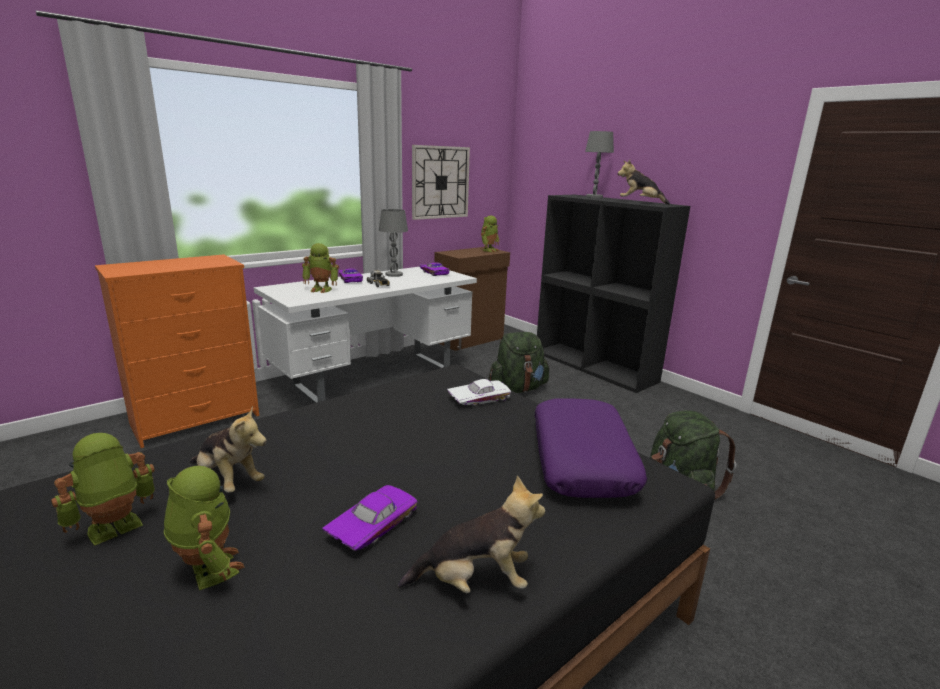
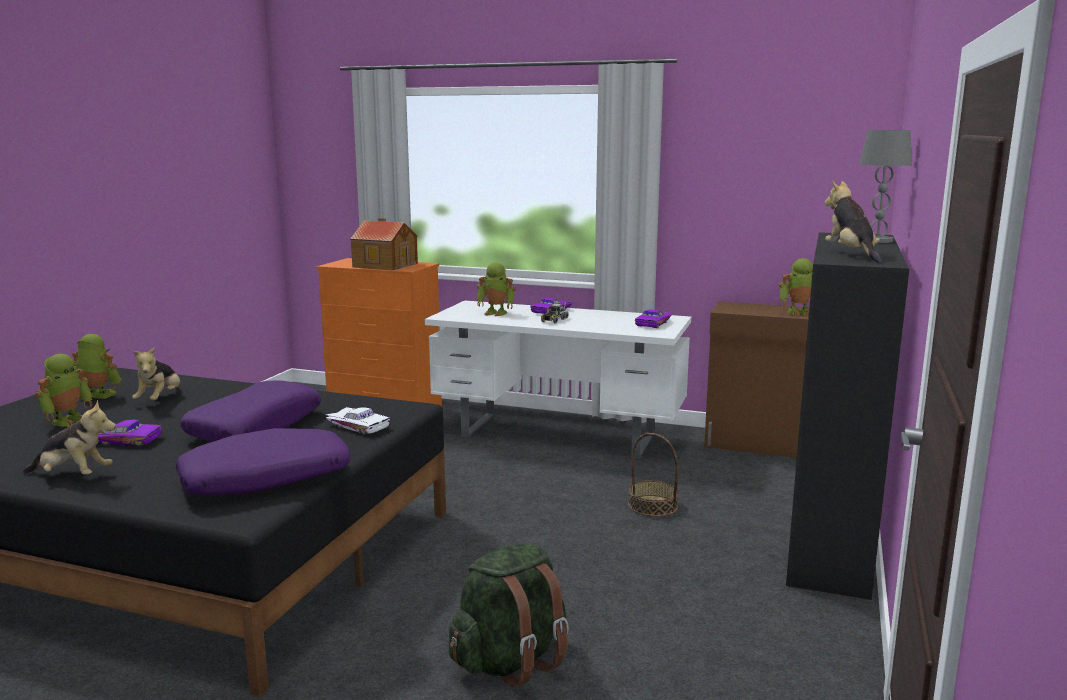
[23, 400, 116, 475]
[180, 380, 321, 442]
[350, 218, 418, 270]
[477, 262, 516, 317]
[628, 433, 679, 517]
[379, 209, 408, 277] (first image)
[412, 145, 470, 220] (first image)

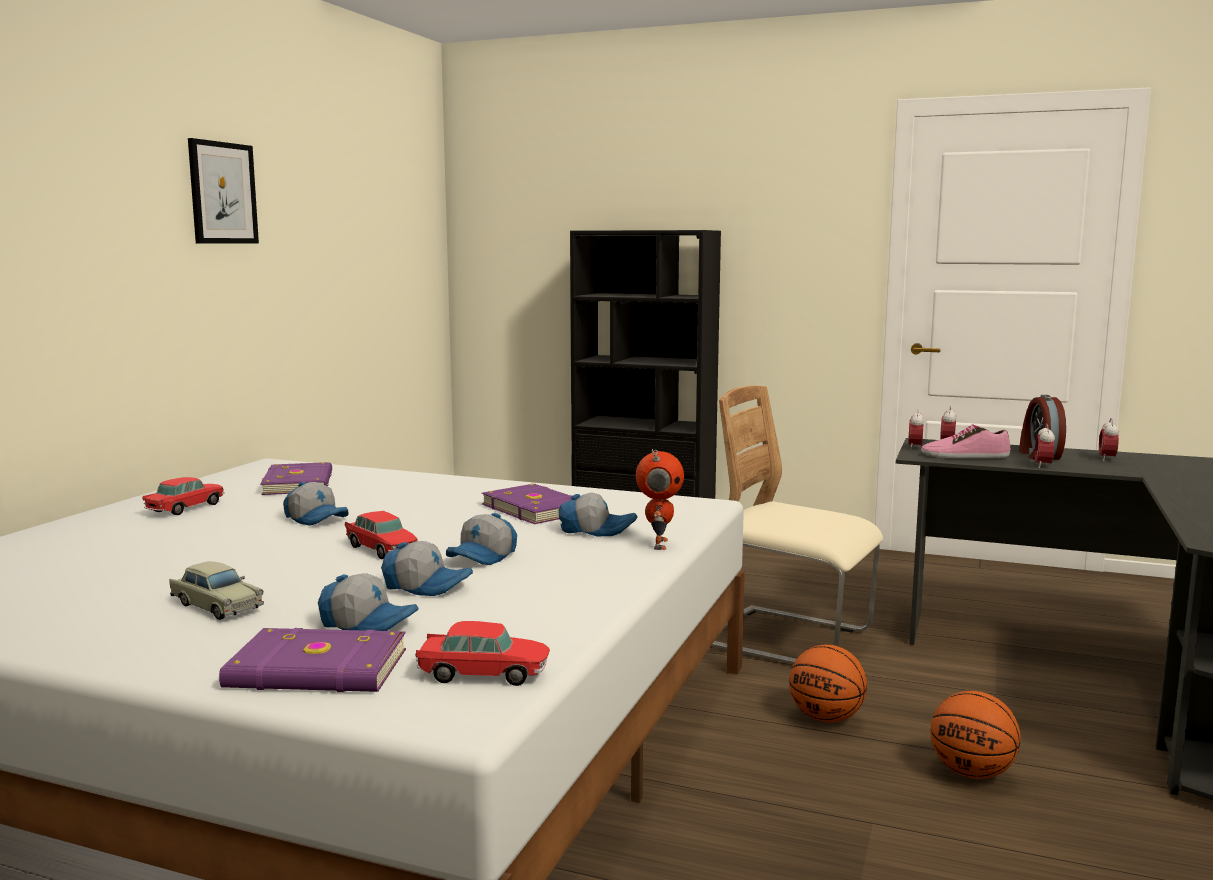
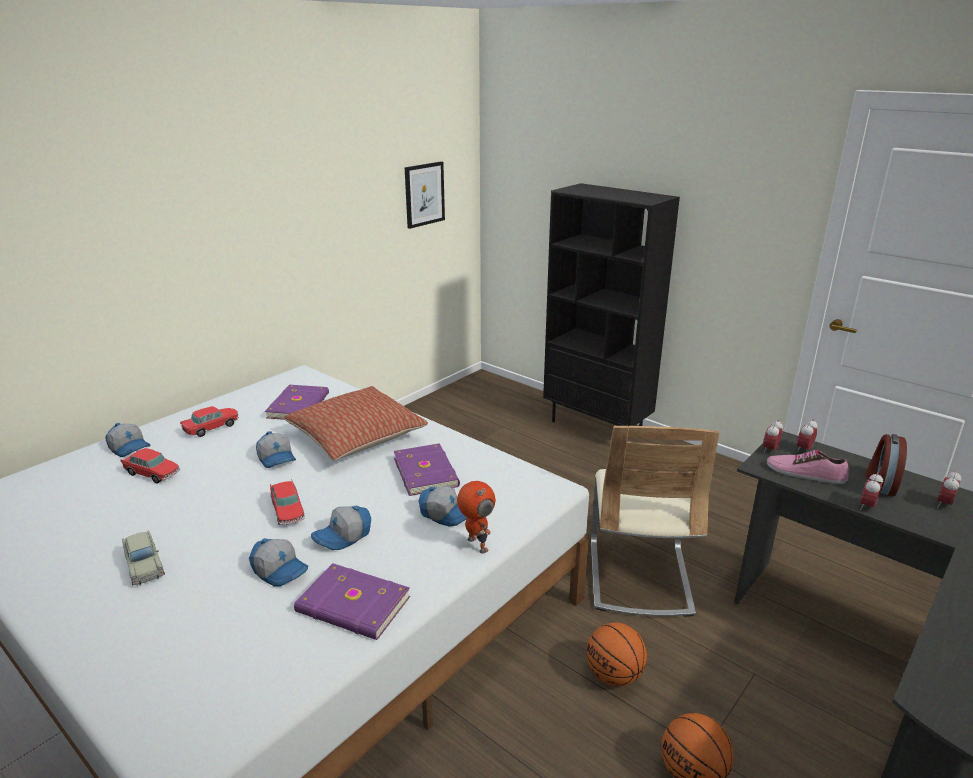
[106, 423, 151, 457]
[120, 448, 180, 484]
[284, 386, 428, 461]
[294, 563, 410, 640]
[405, 161, 445, 229]
[457, 481, 495, 554]
[591, 426, 719, 617]

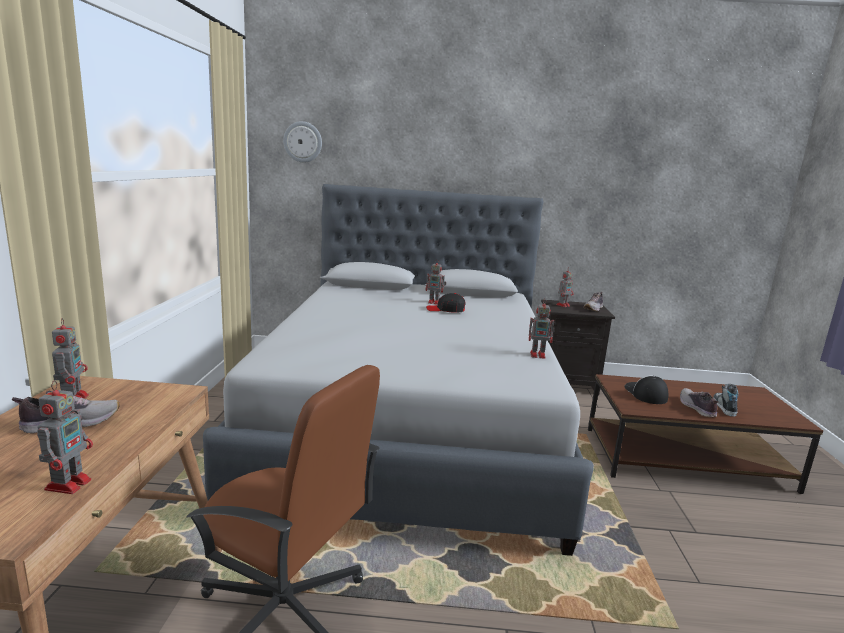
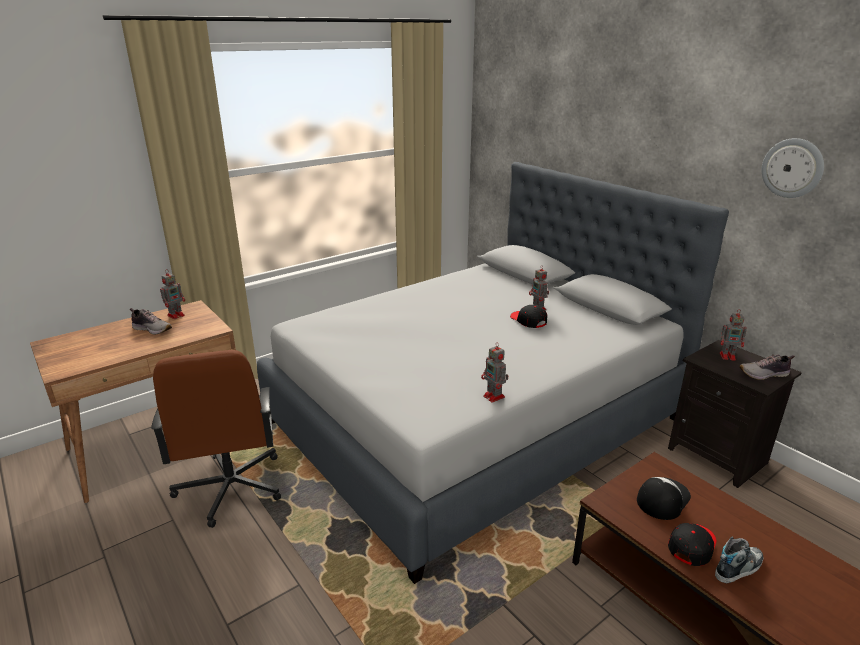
[668, 523, 716, 566]
[761, 138, 824, 198]
[37, 381, 93, 494] (first image)

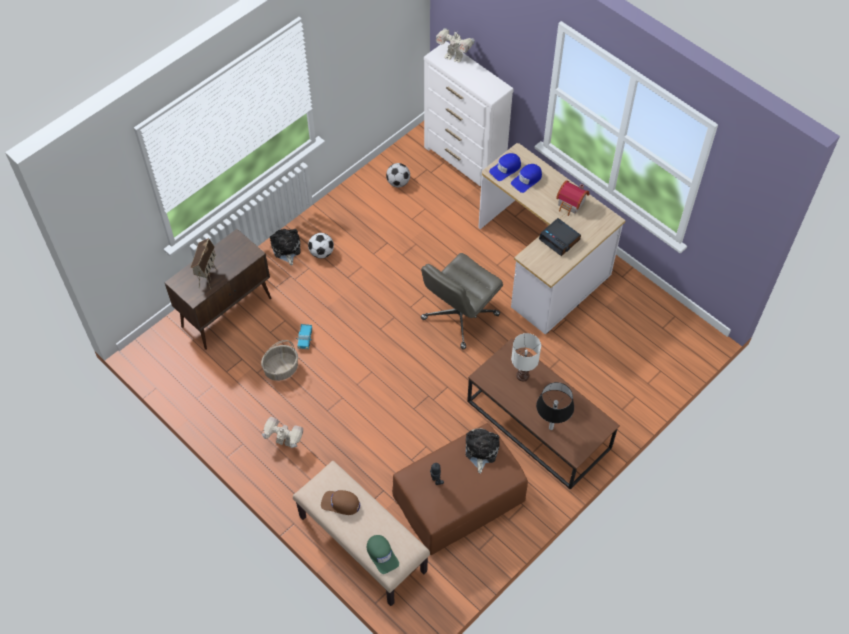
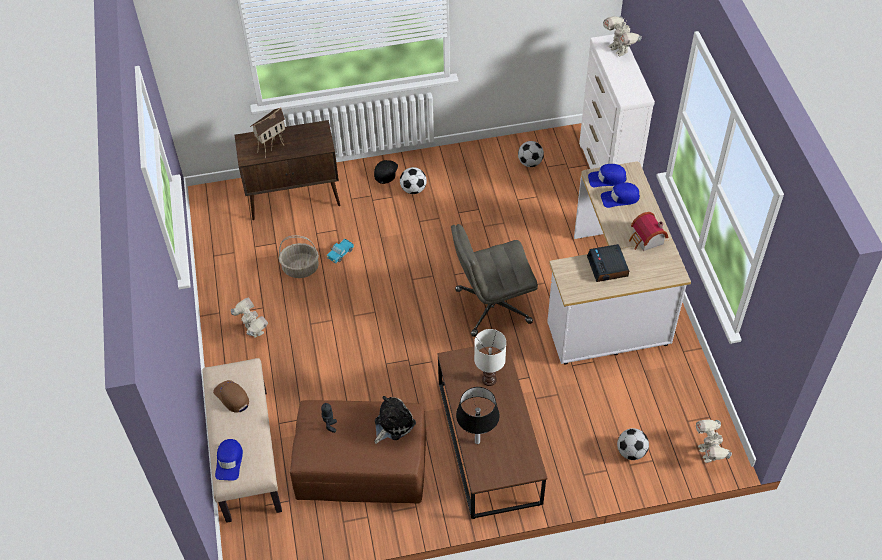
[215, 439, 243, 481]
[374, 160, 398, 184]
[617, 428, 649, 460]
[696, 420, 732, 463]

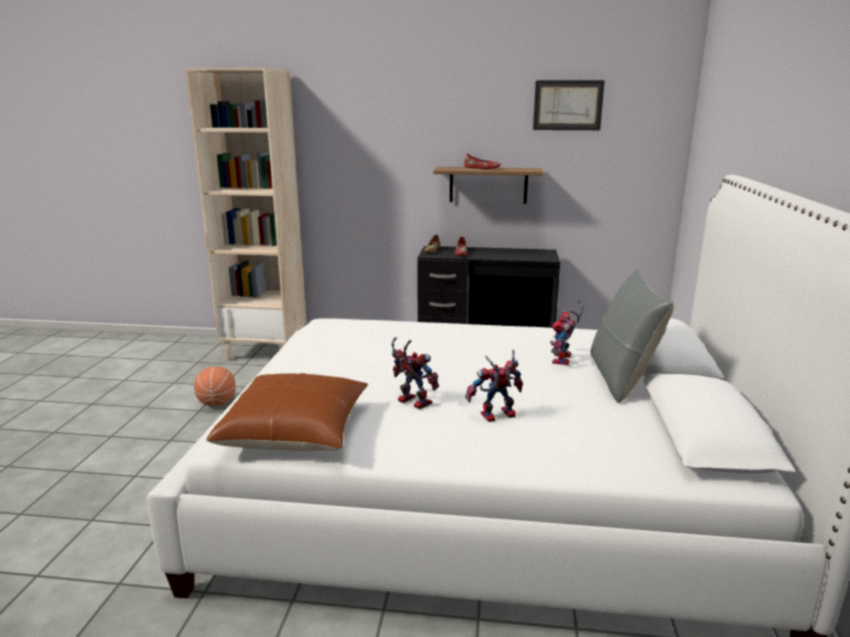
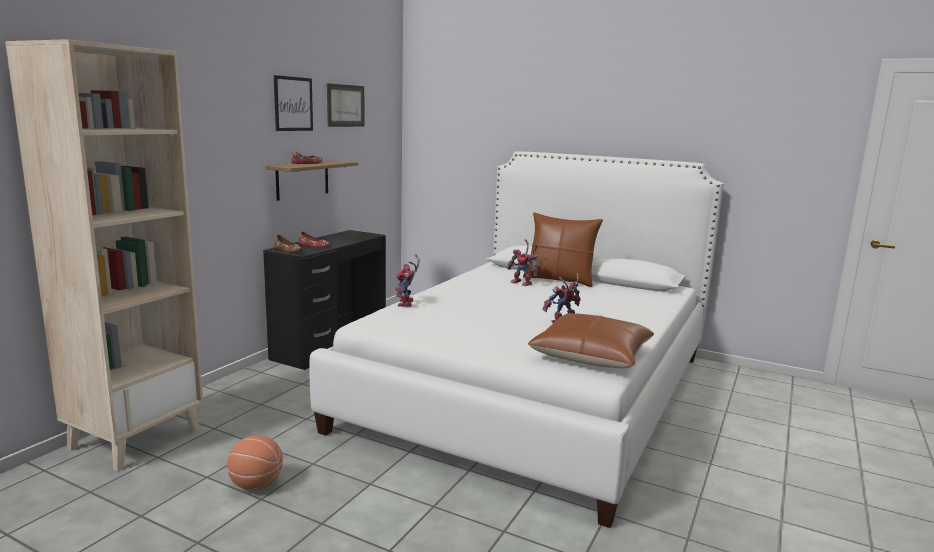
[274, 75, 313, 131]
[395, 254, 420, 307]
[523, 212, 603, 287]

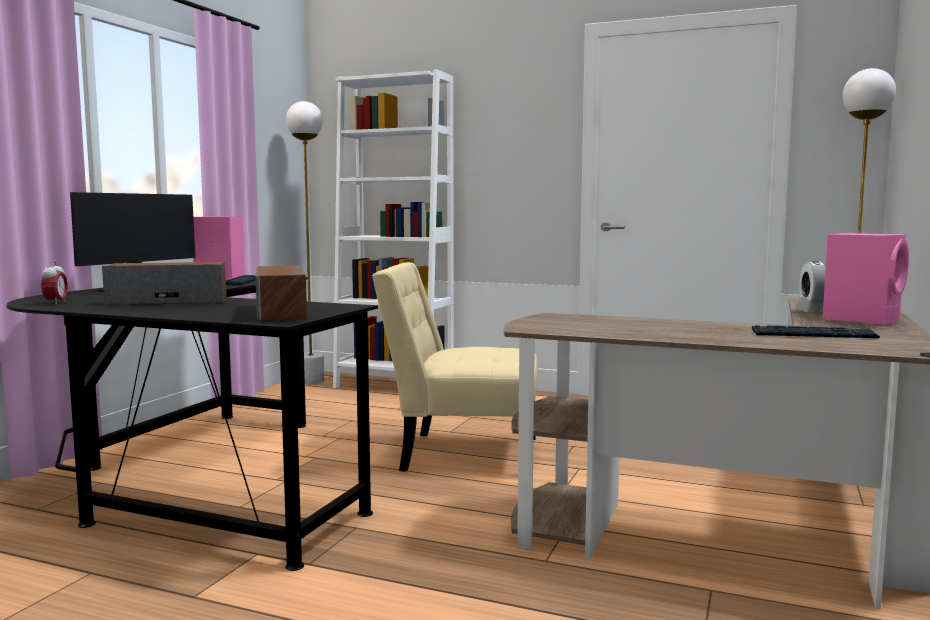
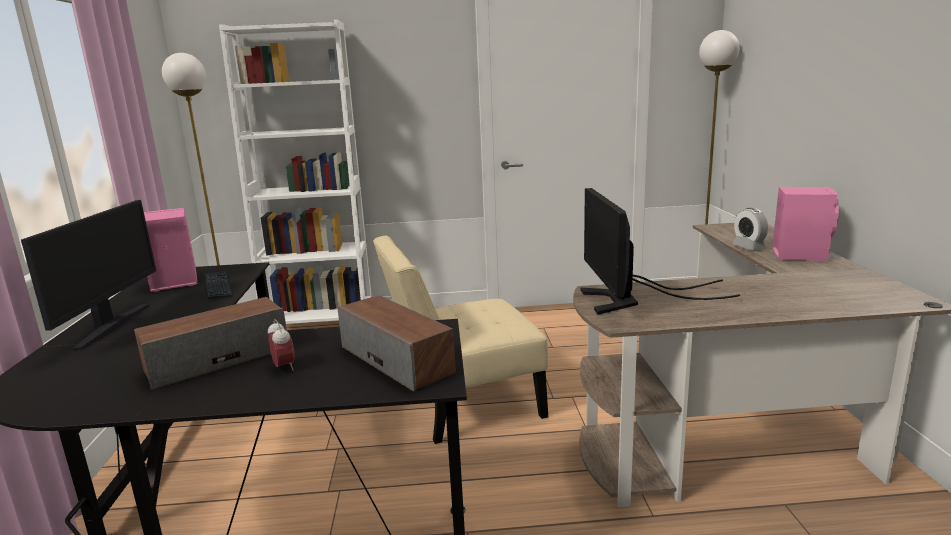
[268, 319, 295, 371]
[581, 188, 740, 315]
[752, 325, 880, 338] (first image)

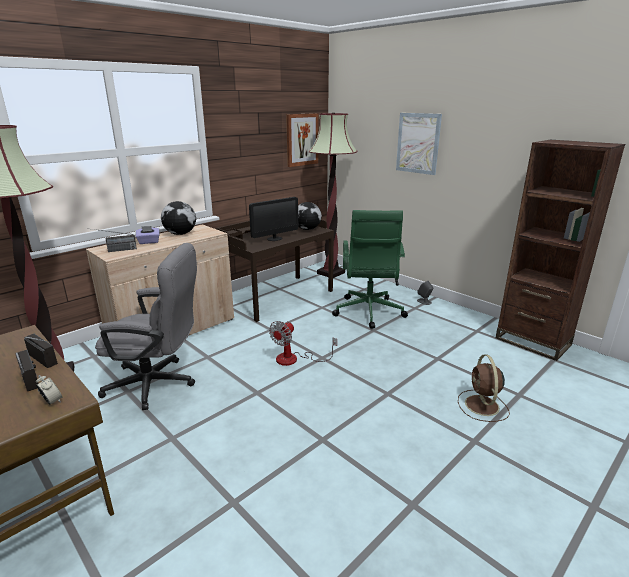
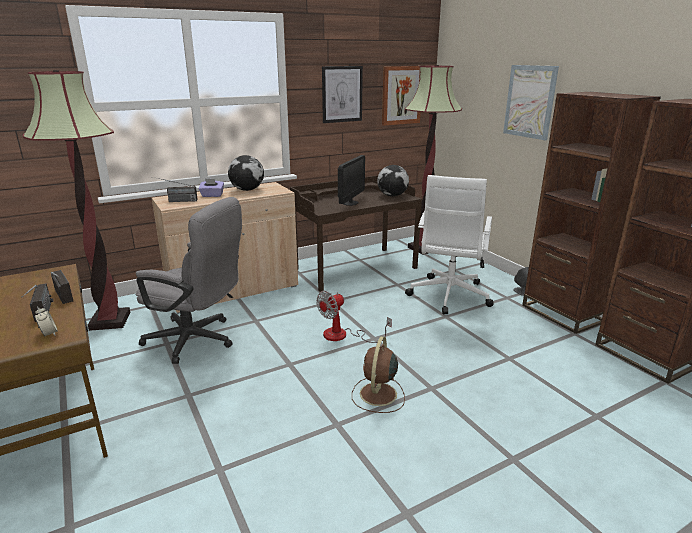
[322, 66, 363, 123]
[338, 155, 365, 206]
[352, 336, 405, 413]
[405, 175, 494, 314]
[522, 92, 661, 334]

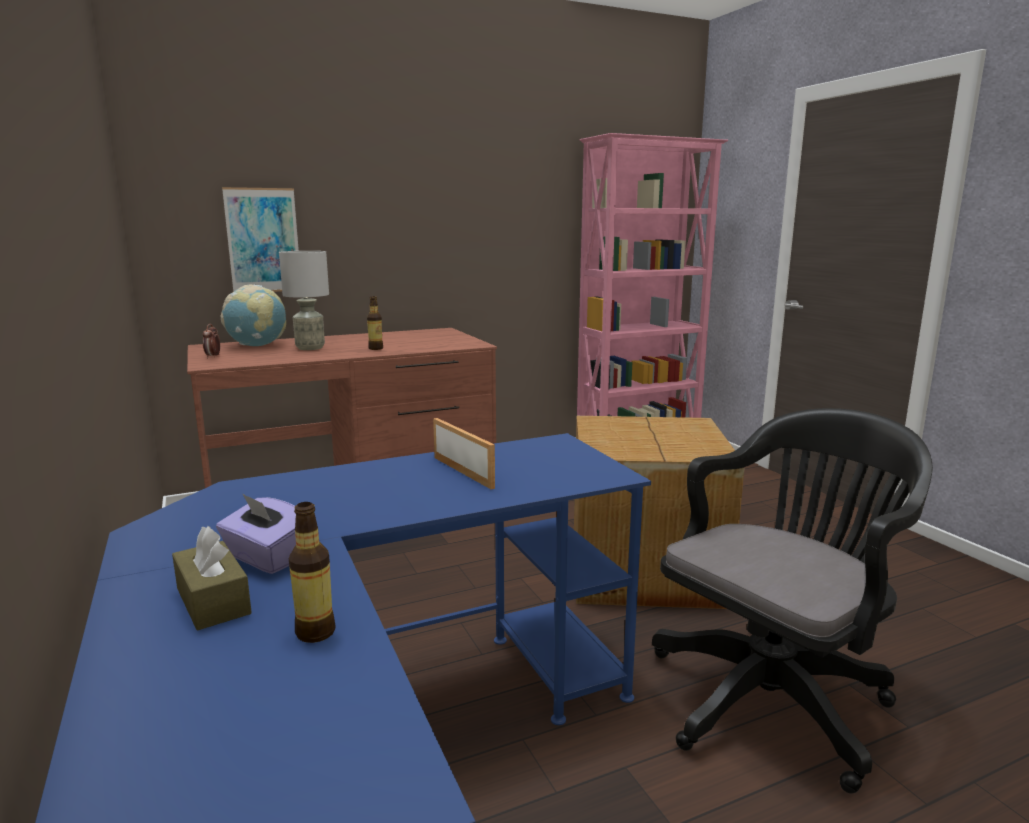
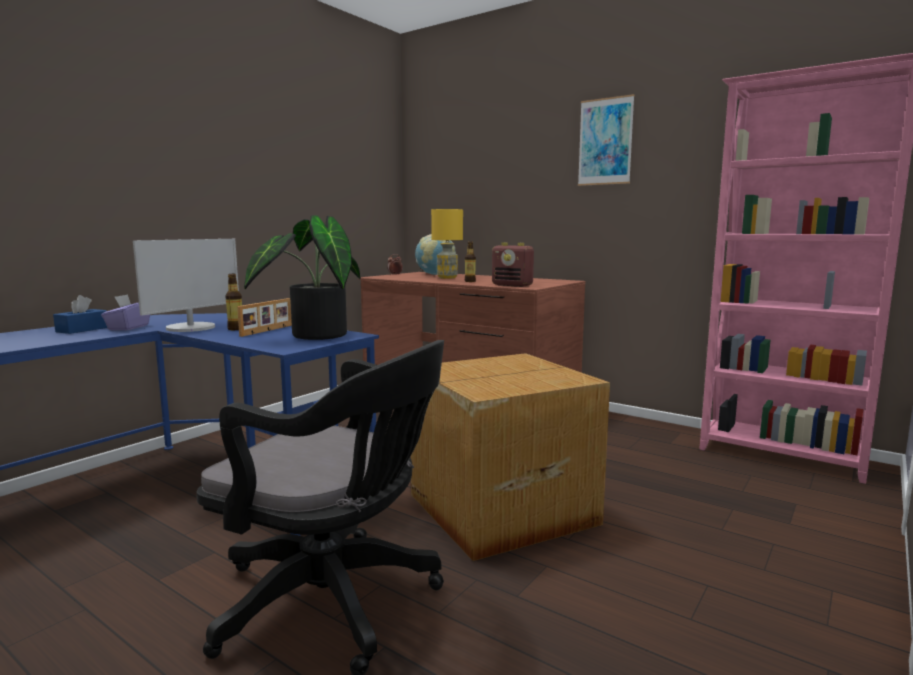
[53, 295, 107, 334]
[133, 239, 239, 332]
[225, 274, 242, 330]
[244, 215, 361, 340]
[431, 209, 463, 279]
[492, 242, 534, 287]
[578, 94, 635, 186]

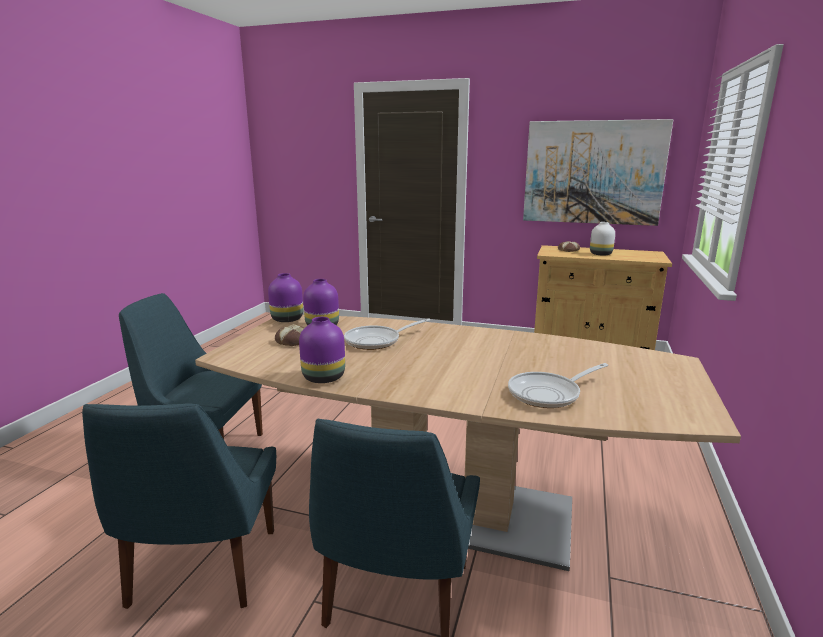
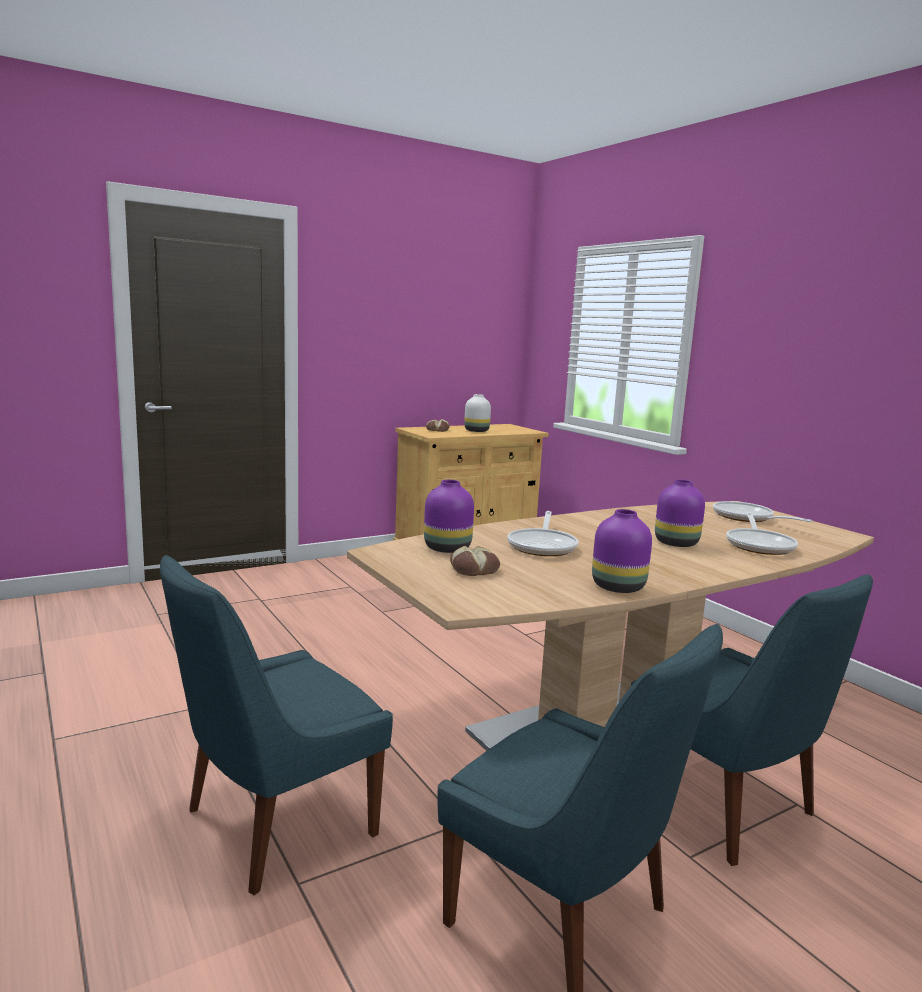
[655, 479, 705, 547]
[713, 501, 812, 522]
[523, 119, 673, 226] (first image)

